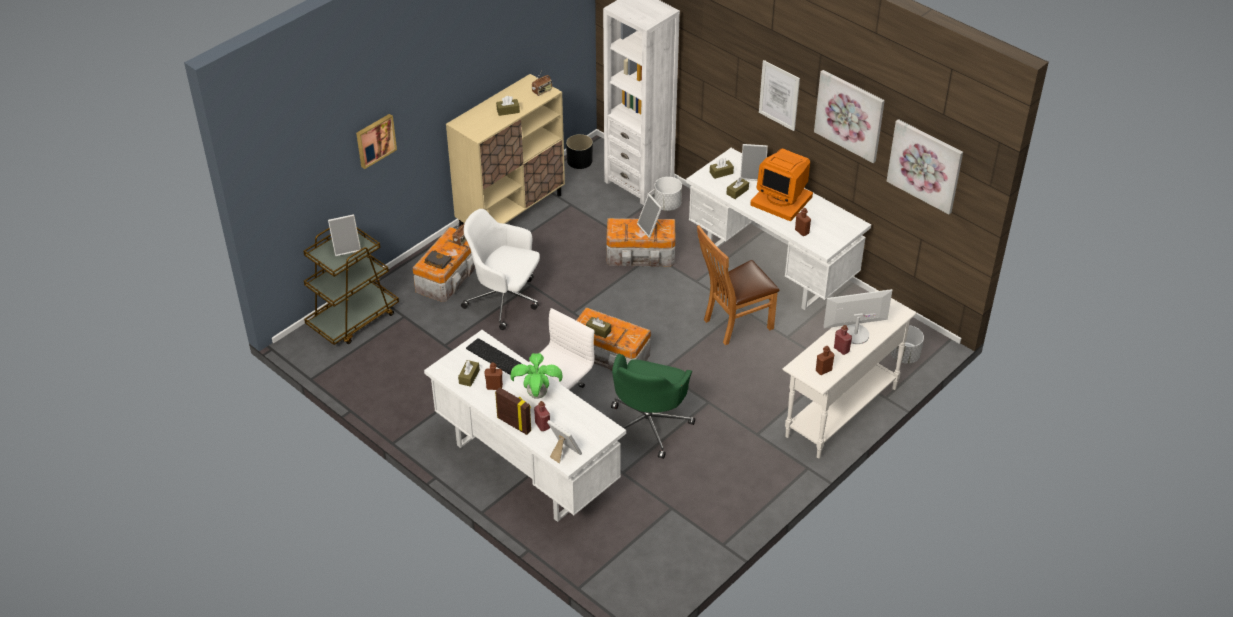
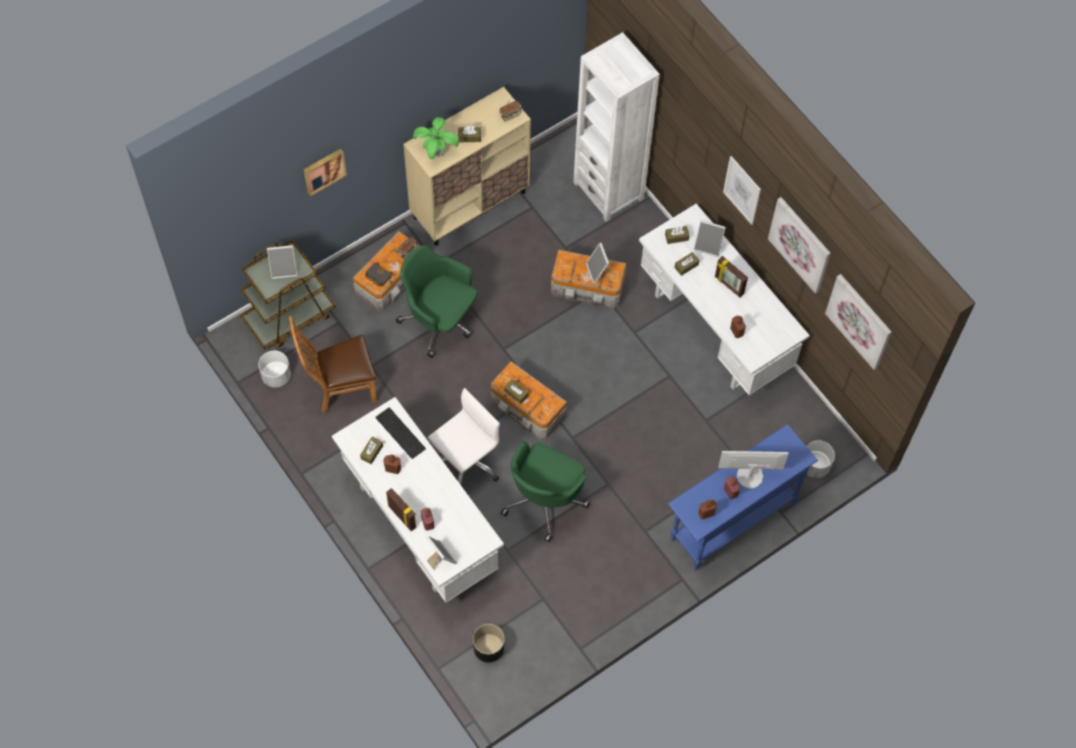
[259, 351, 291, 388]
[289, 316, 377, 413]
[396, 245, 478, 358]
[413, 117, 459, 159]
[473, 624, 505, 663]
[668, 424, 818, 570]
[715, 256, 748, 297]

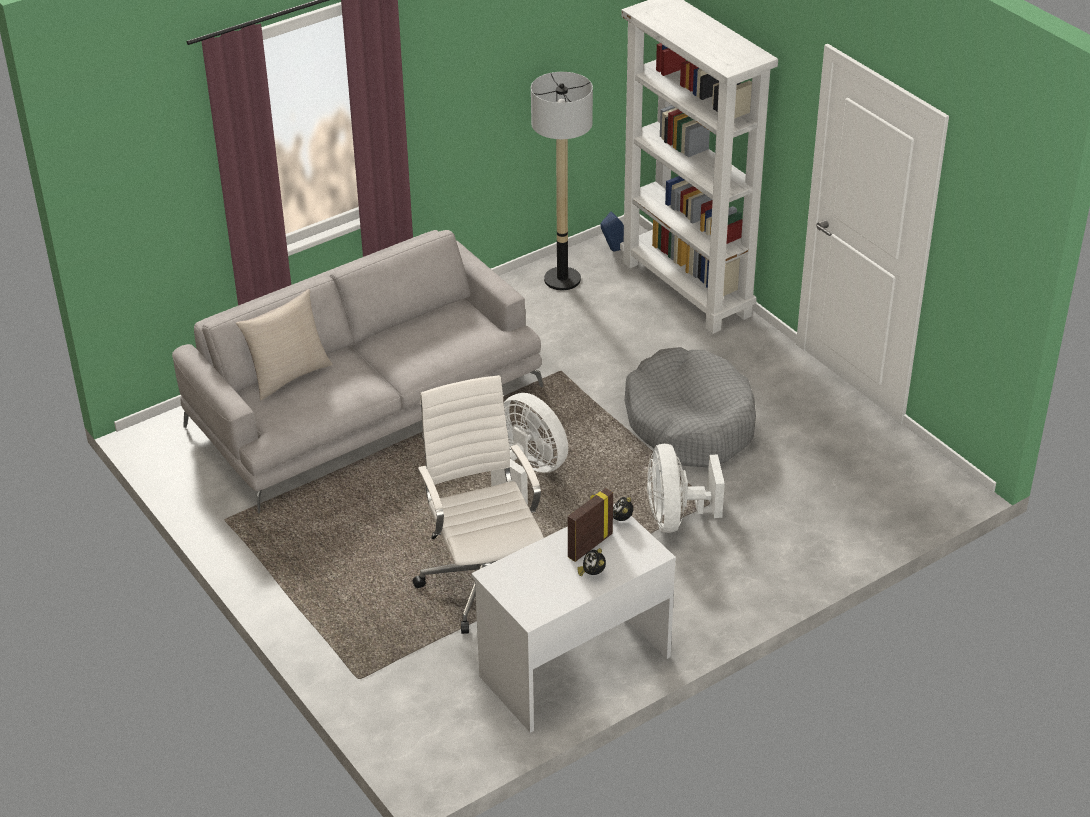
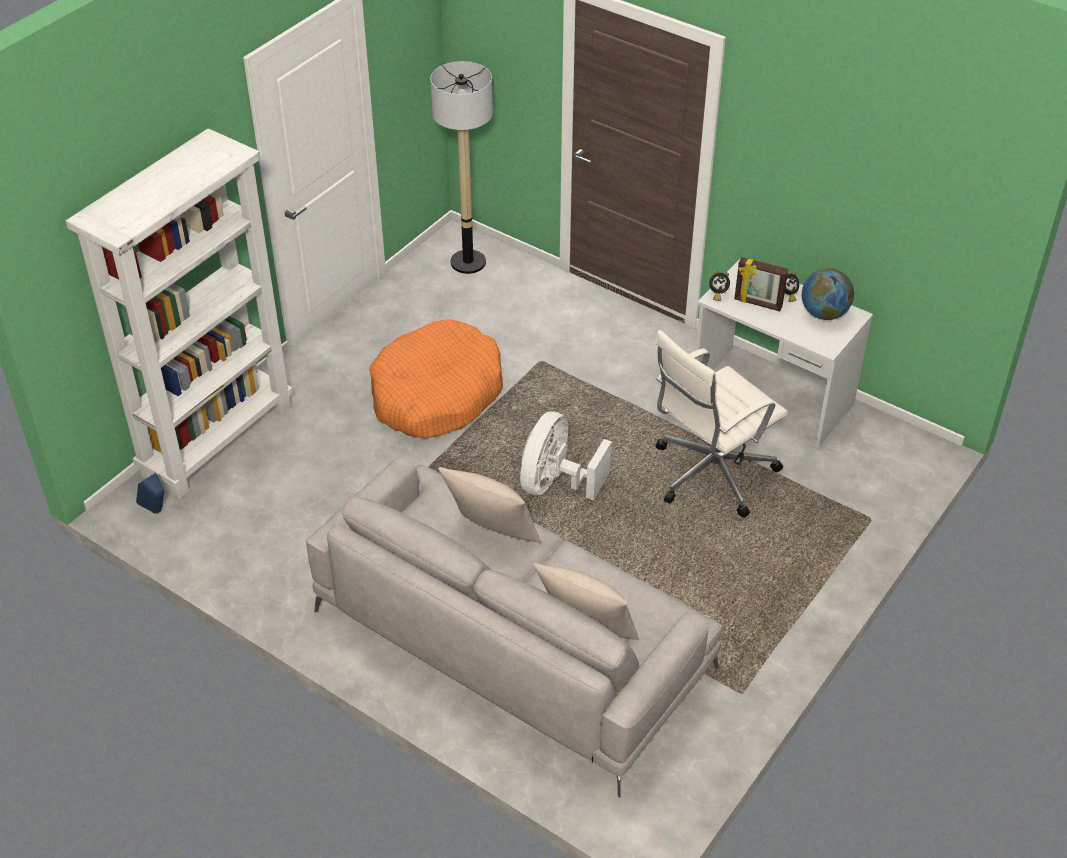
[369, 319, 503, 439]
[430, 61, 493, 274]
[438, 467, 541, 543]
[802, 268, 854, 320]
[647, 444, 725, 533] (first image)

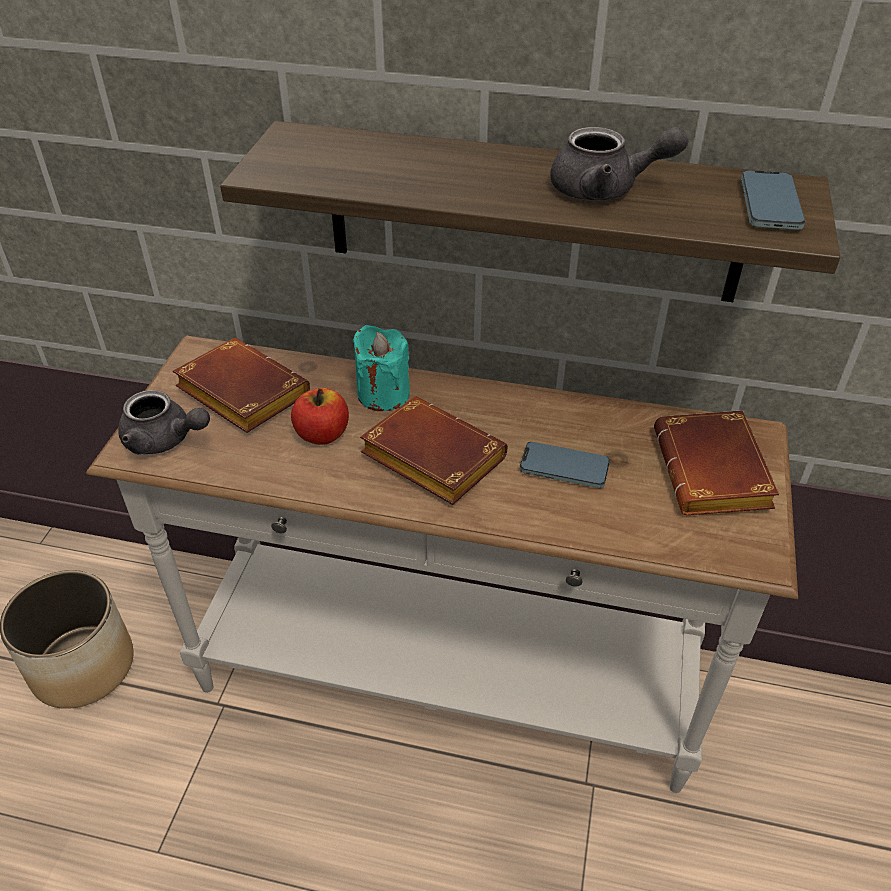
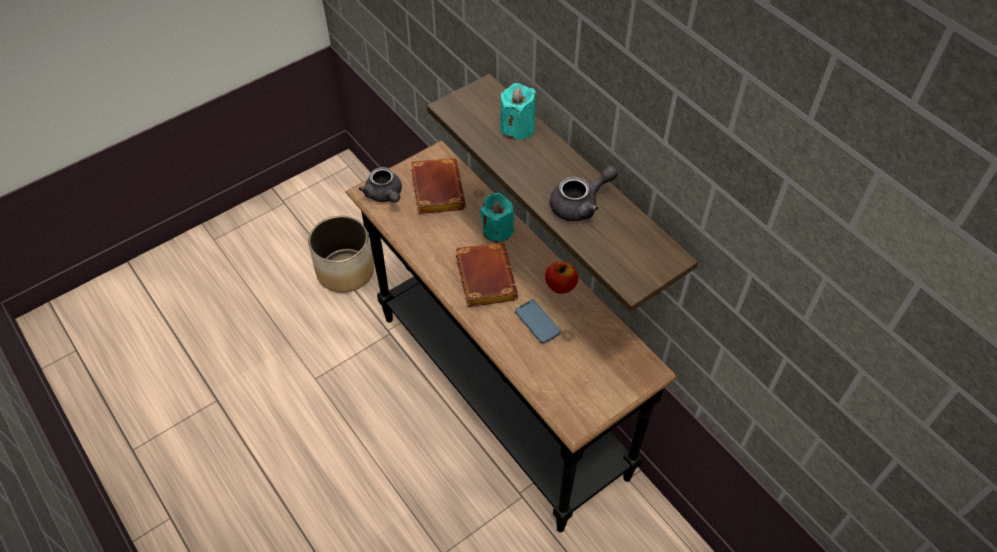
[345, 141, 676, 532]
[500, 83, 536, 140]
[545, 261, 578, 294]
[550, 166, 618, 221]
[654, 410, 779, 515] (first image)
[741, 170, 805, 230] (first image)

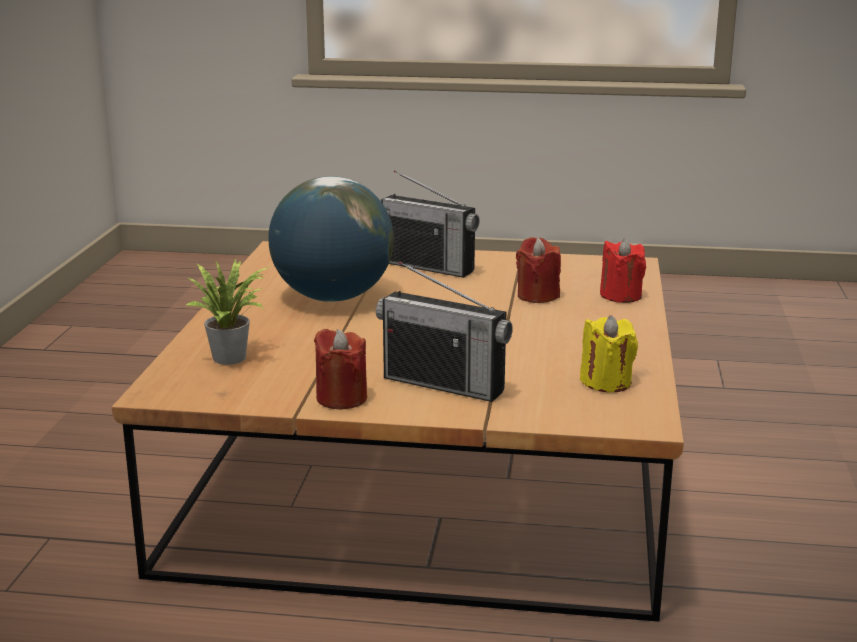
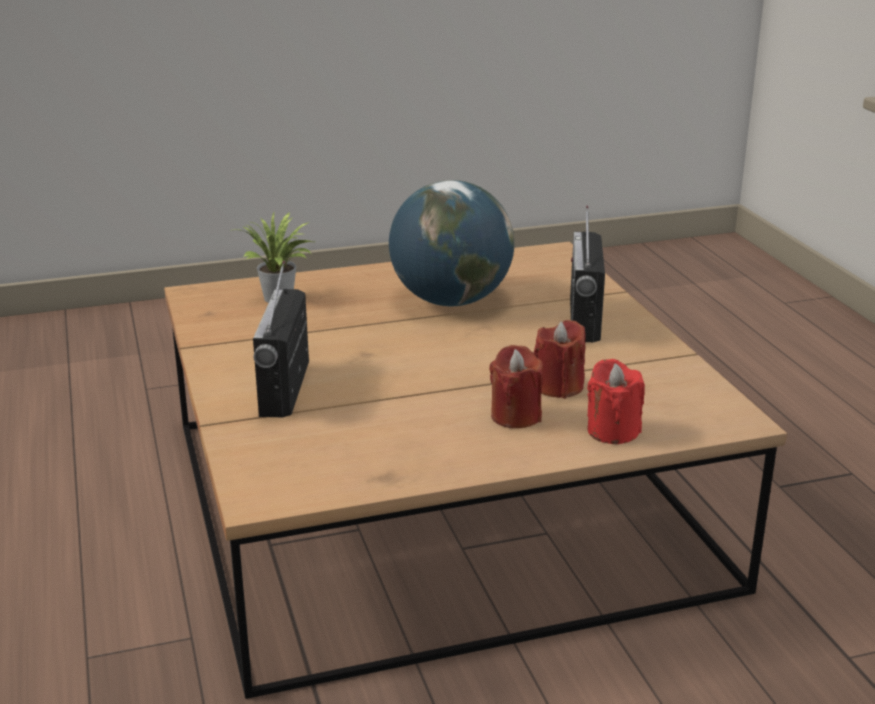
[490, 345, 543, 428]
[580, 315, 638, 392] (first image)

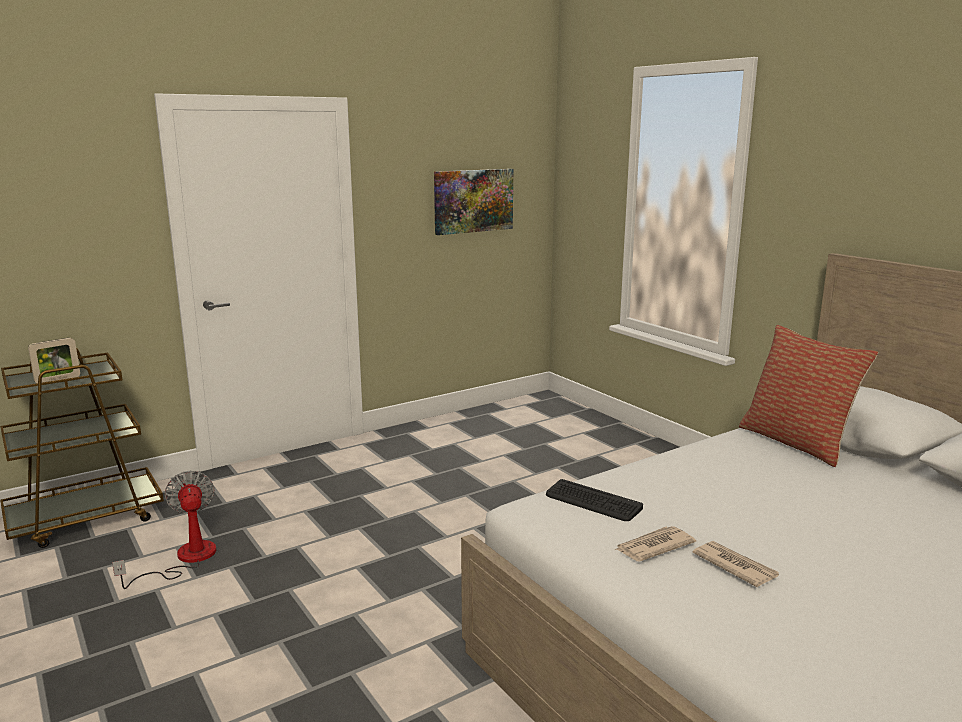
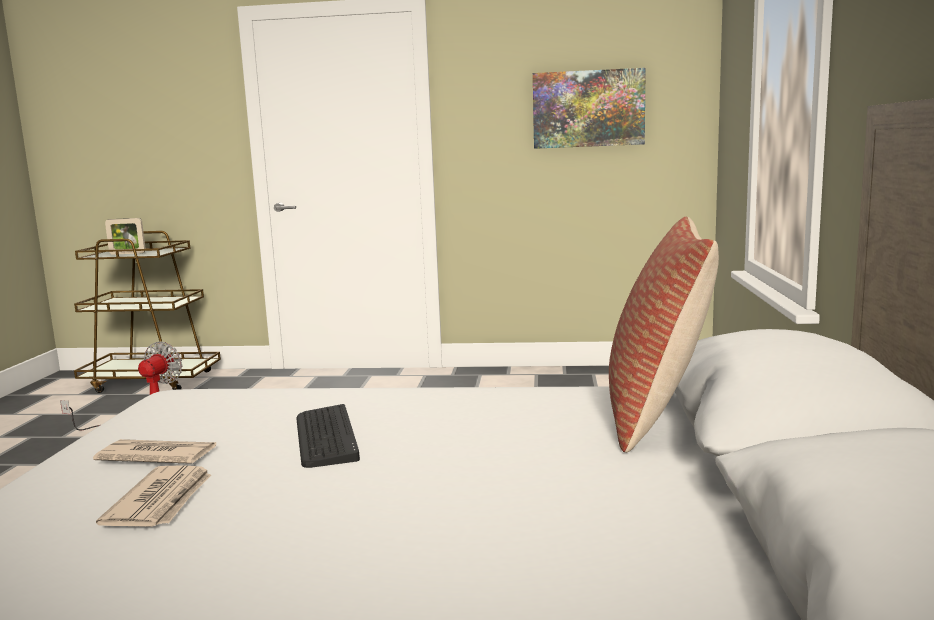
[296, 404, 360, 468]

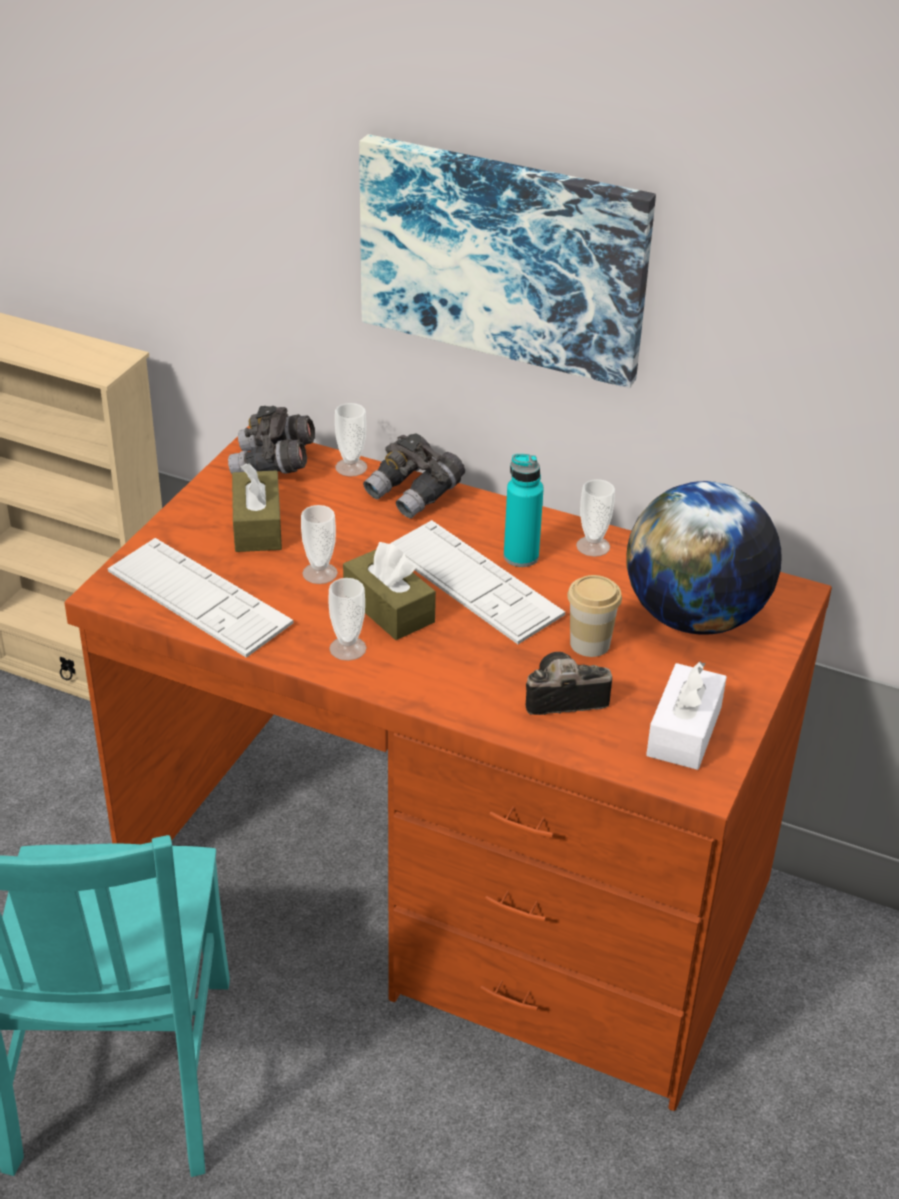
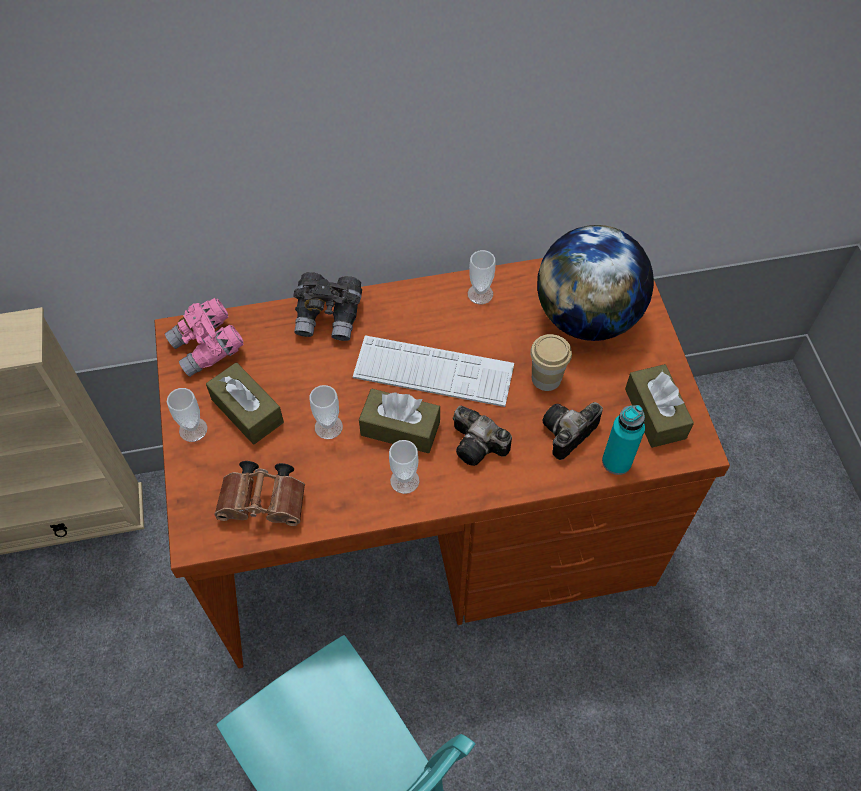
[165, 298, 244, 377]
[167, 388, 208, 442]
[214, 461, 305, 526]
[453, 406, 512, 466]
[602, 405, 645, 475]
[625, 364, 694, 448]
[359, 134, 656, 388] (first image)

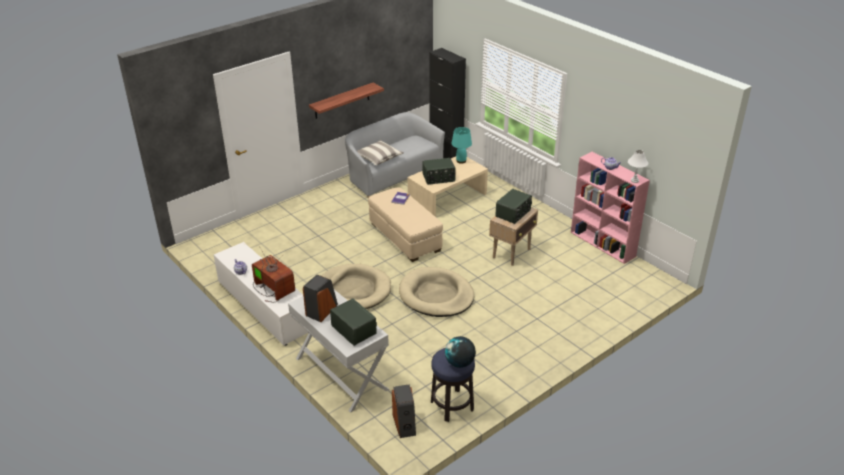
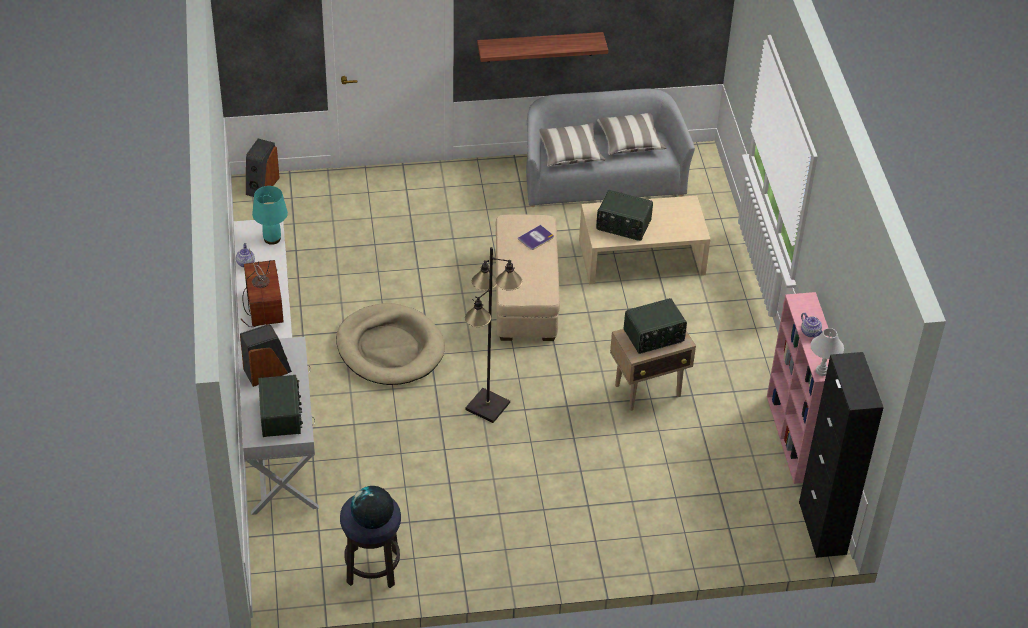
[246, 139, 280, 197]
[252, 186, 288, 245]
[465, 247, 522, 423]
[597, 113, 666, 155]
[799, 352, 884, 558]

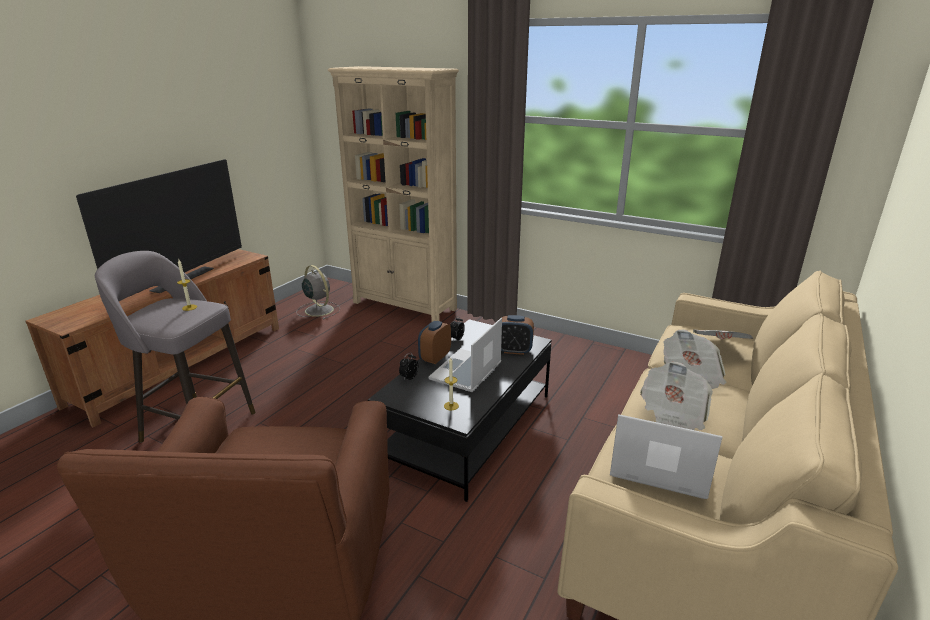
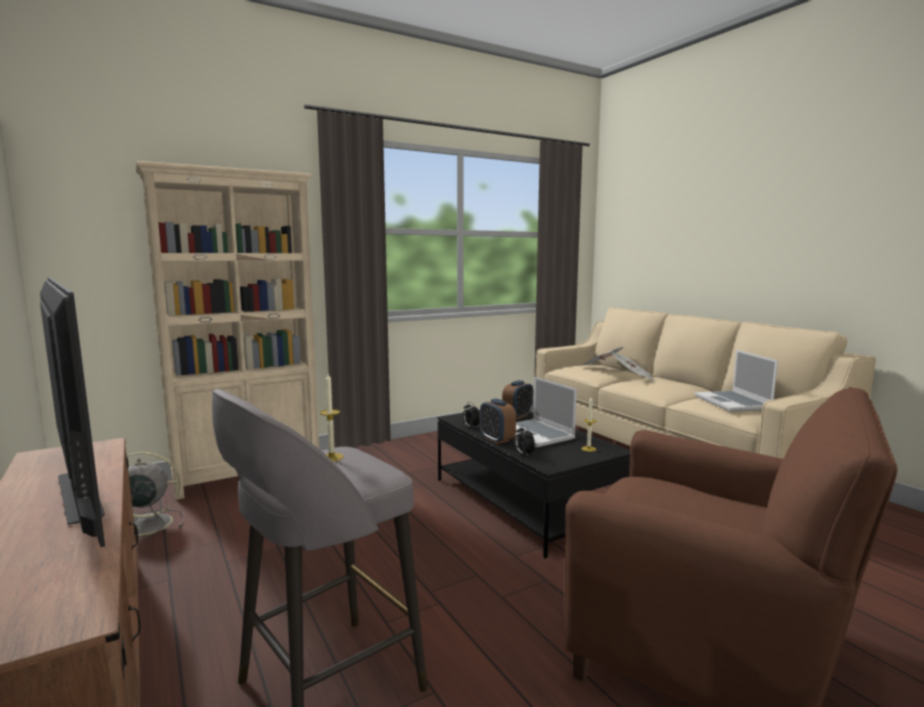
[694, 350, 778, 412]
[640, 362, 713, 430] (first image)

